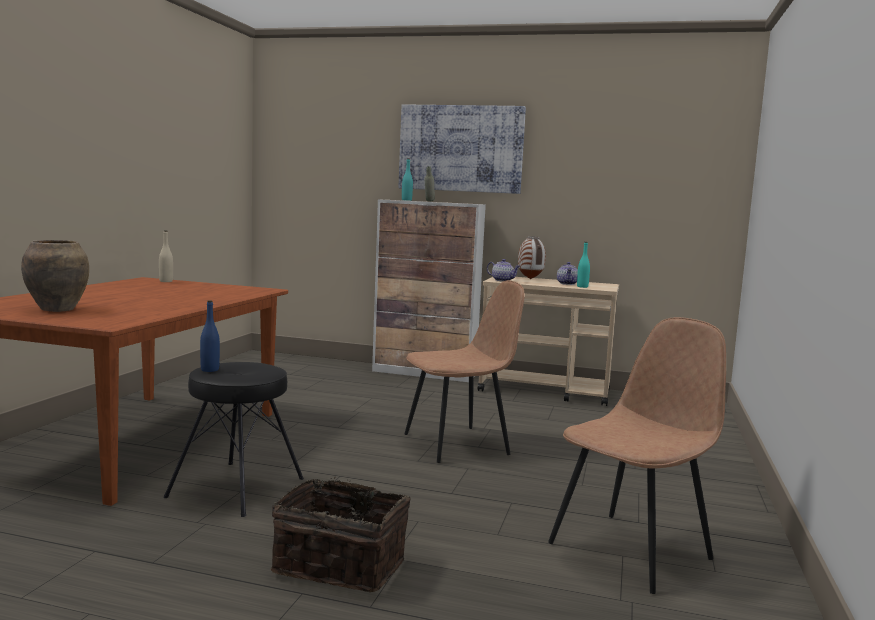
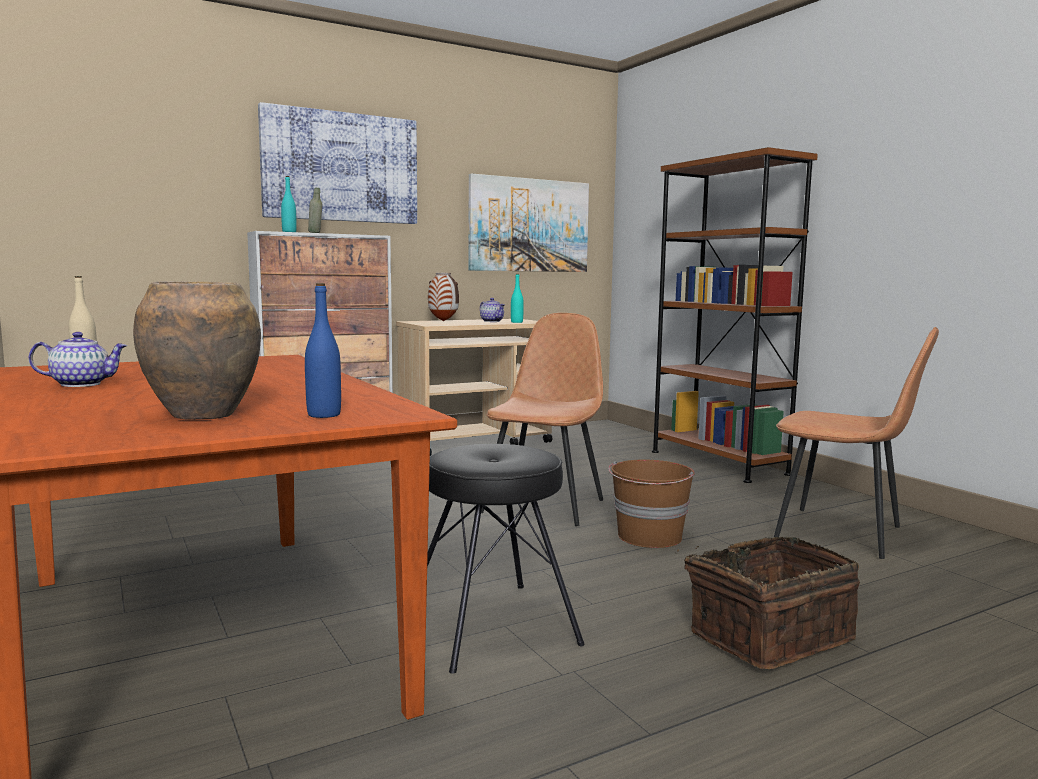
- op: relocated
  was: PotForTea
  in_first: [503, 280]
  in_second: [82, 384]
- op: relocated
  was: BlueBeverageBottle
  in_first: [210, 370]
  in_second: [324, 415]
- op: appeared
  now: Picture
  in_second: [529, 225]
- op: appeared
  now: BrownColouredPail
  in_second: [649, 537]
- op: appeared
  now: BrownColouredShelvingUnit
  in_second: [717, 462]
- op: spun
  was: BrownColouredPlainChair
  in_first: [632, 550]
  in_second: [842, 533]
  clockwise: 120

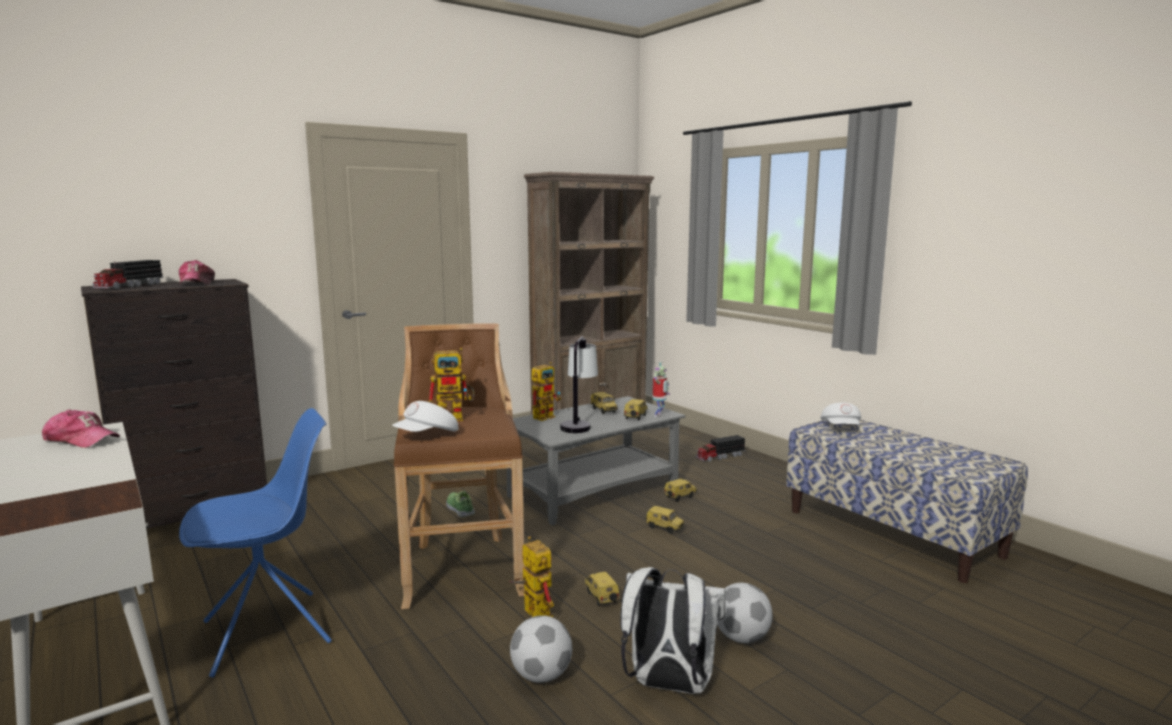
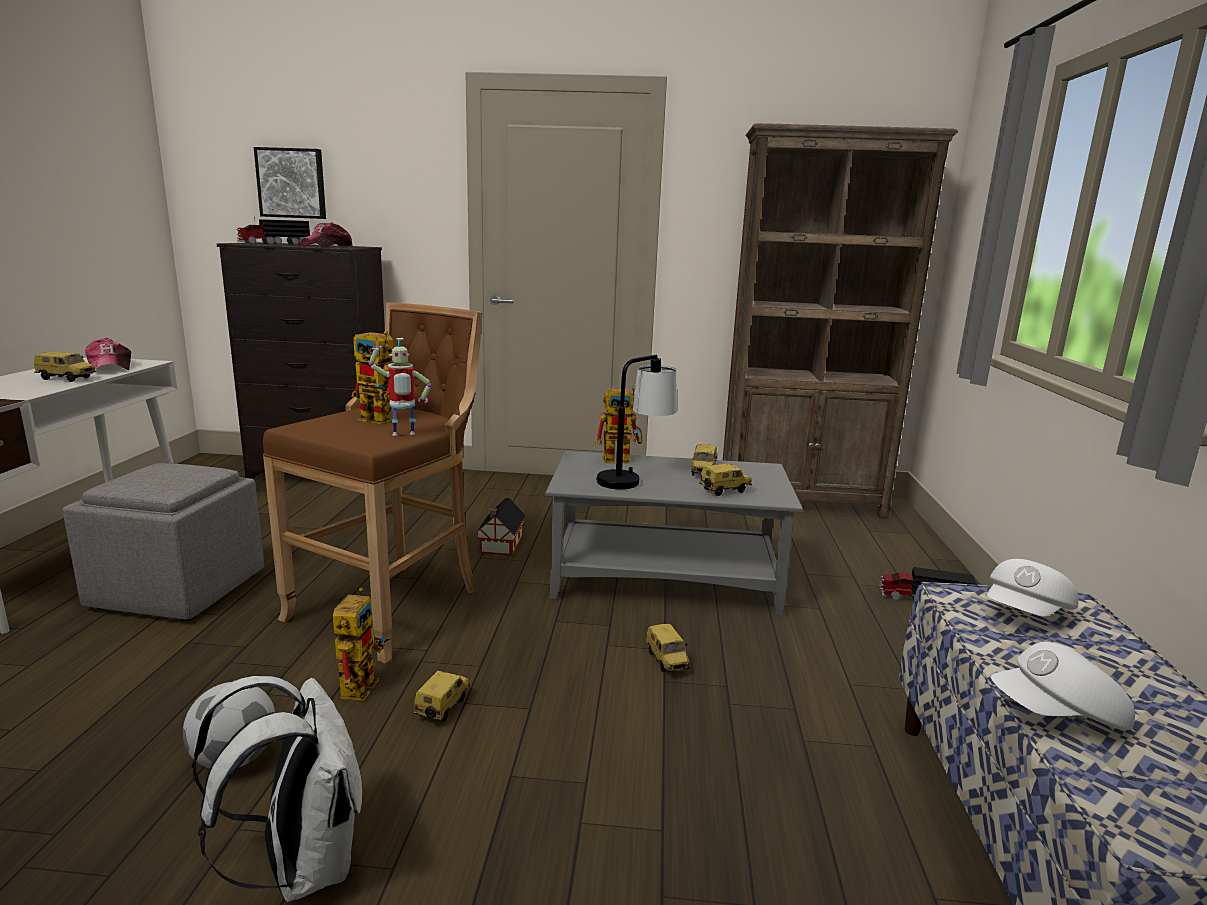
- op: relocated
  was: MiniatureCar
  in_first: [680, 497]
  in_second: [68, 379]
- op: exchanged
  was: BluePlainChair
  now: GreyPouffe
  in_first: [269, 631]
  in_second: [179, 590]
- op: appeared
  now: Picture
  in_second: [292, 183]
- op: relocated
  was: RobotFigure
  in_first: [659, 415]
  in_second: [403, 435]
- op: exchanged
  was: Shoe
  now: MiniatureHouse
  in_first: [460, 509]
  in_second: [500, 544]
- op: relocated
  was: WhitePeakedCap
  in_first: [427, 436]
  in_second: [1058, 716]
- op: missing
  was: BallForFootball
  in_first: [742, 638]

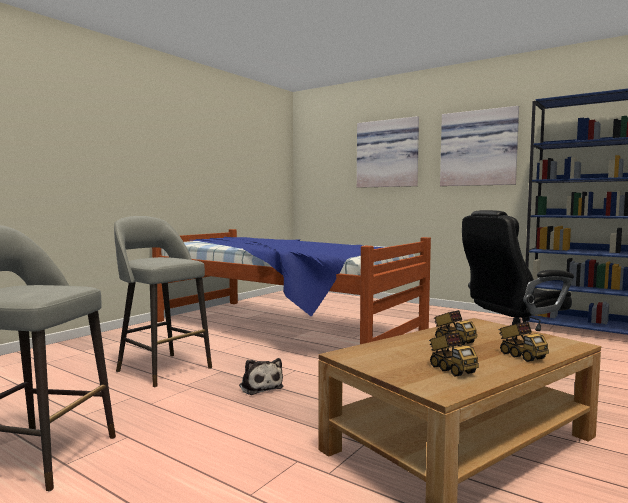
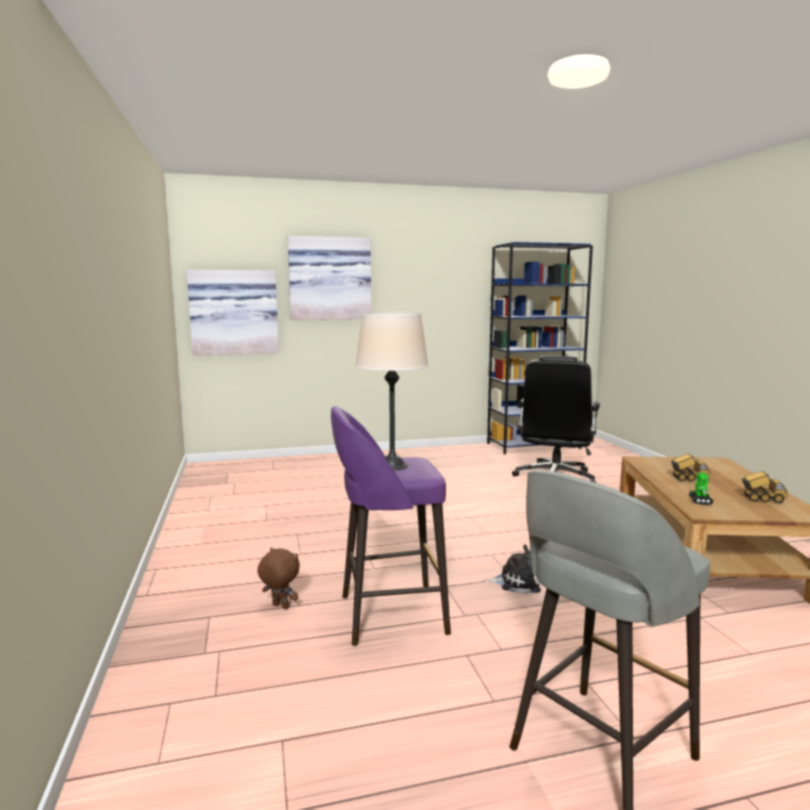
- op: relocated
  was: Picture
  in_first: [478, 148]
  in_second: [234, 312]
- op: appeared
  now: BrownColouredCuddlyToy
  in_second: [279, 606]
- op: colour
  was: GreyStool
  now: PurpleStool
  in_first: [162, 369]
  in_second: [388, 615]
- op: appeared
  now: BeigeColouredLampForATable
  in_second: [392, 465]
- op: appeared
  now: RobotFigure
  in_second: [700, 501]
- op: missing
  was: BedroomBed
  in_first: [283, 328]
- op: missing
  was: ToyTruck
  in_first: [521, 356]

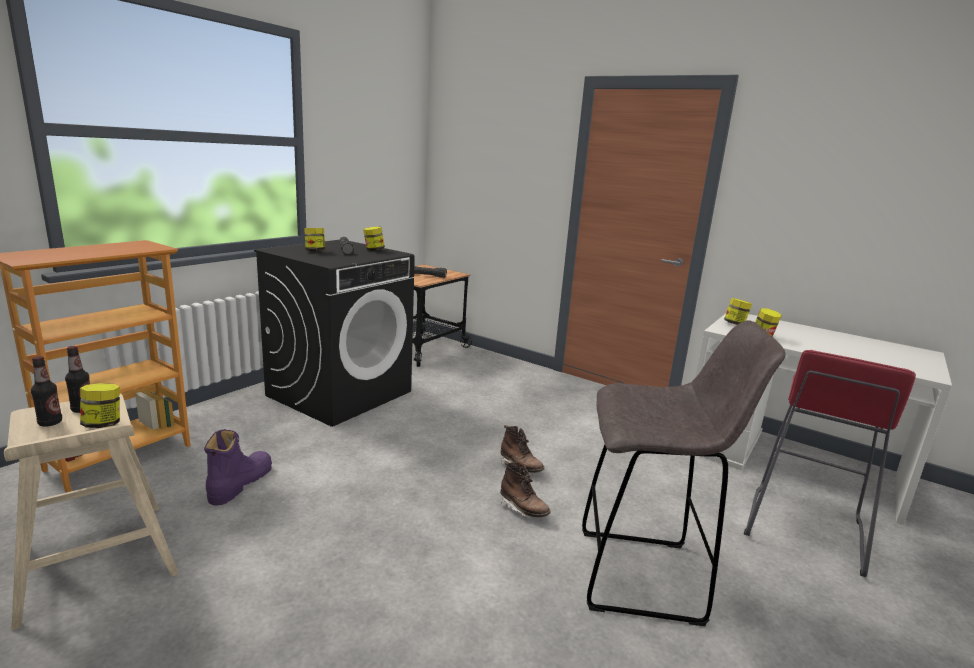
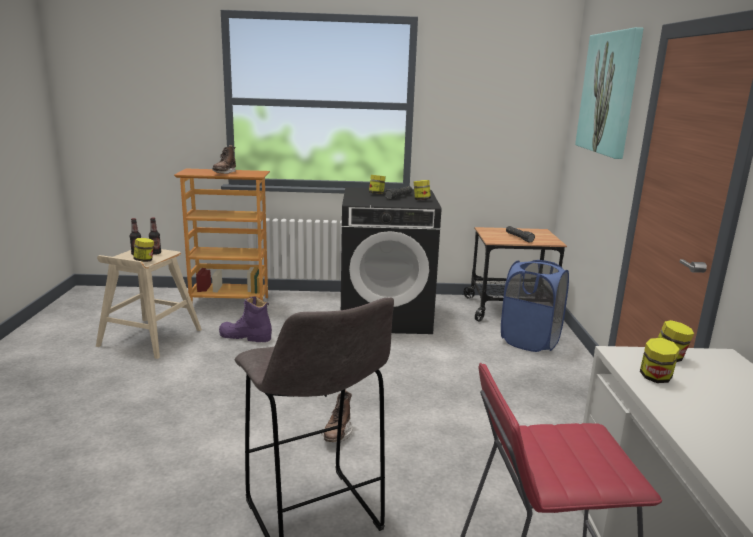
- op: relocated
  was: BrownColouredTallBoot
  in_first: [520, 467]
  in_second: [224, 173]
- op: spun
  was: PurpleTallBoot
  in_first: [240, 483]
  in_second: [245, 337]
  clockwise: -150
- op: appeared
  now: BlueLaundryBasket
  in_second: [530, 341]
- op: appeared
  now: Picture
  in_second: [609, 93]

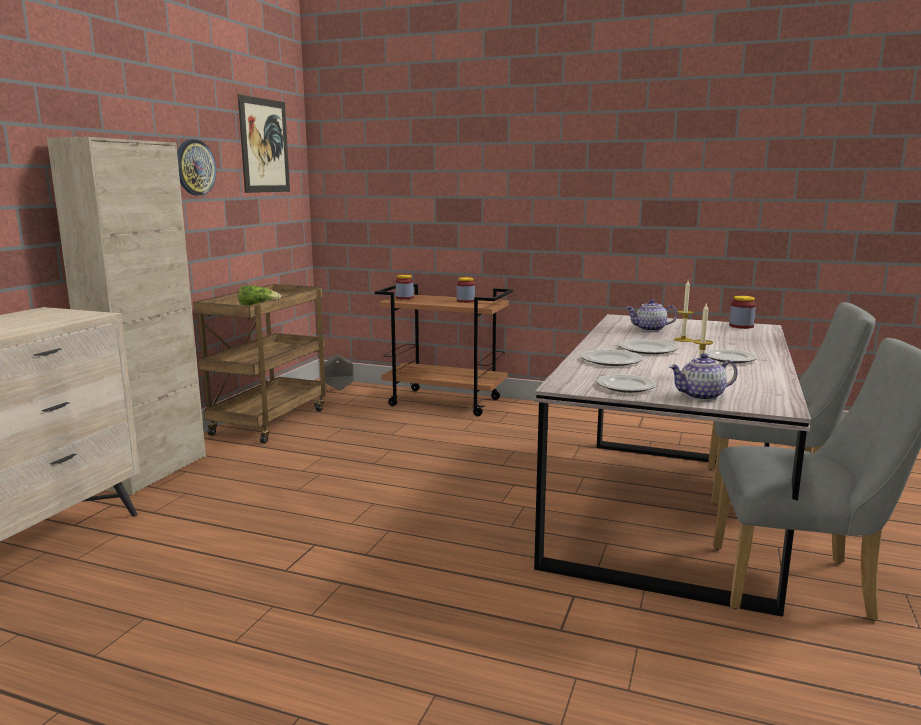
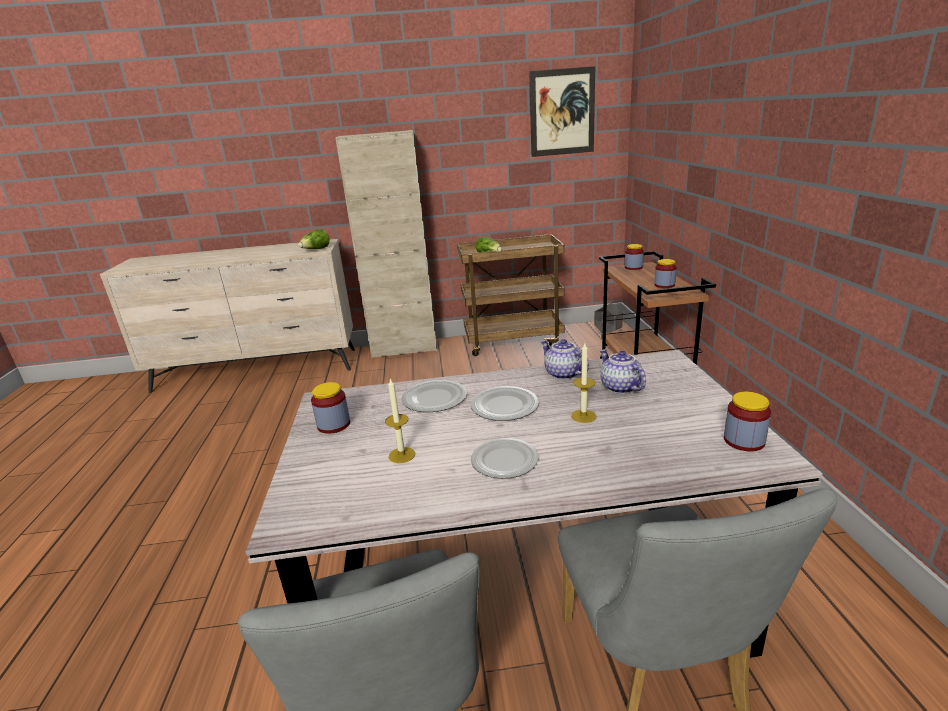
- op: appeared
  now: LettuceHead
  in_second: [316, 250]
- op: exchanged
  was: Plate
  now: Jar
  in_first: [625, 386]
  in_second: [334, 425]
- op: relocated
  was: PotForTea
  in_first: [701, 396]
  in_second: [562, 374]
- op: missing
  was: WallClock
  in_first: [194, 167]

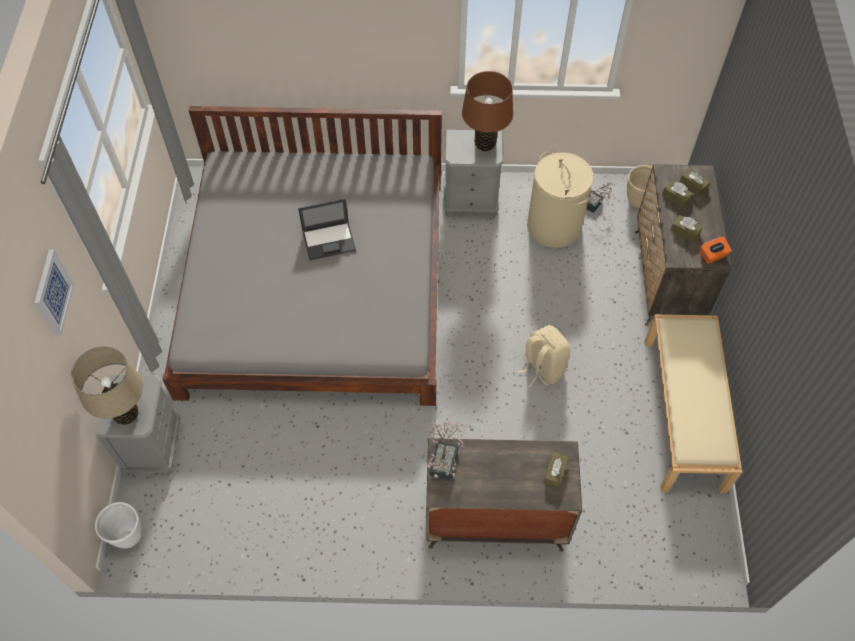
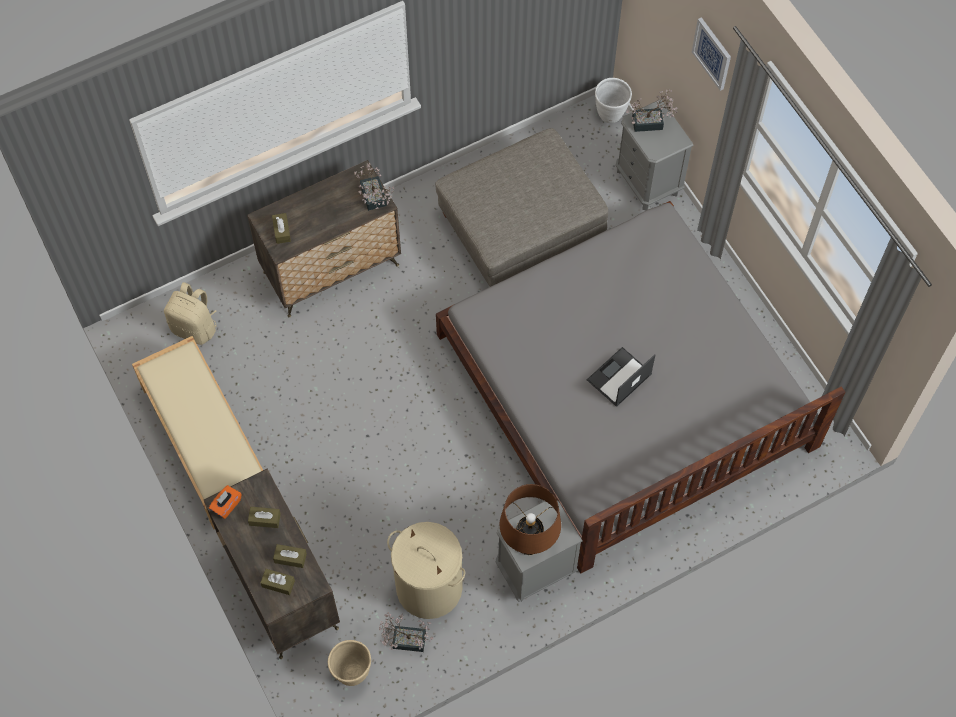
- op: relocated
  was: BeigeColouredRucksack
  in_first: [541, 368]
  in_second: [195, 328]
- op: appeared
  now: GreyPouffe
  in_second: [520, 228]
- op: exchanged
  was: BeigeColouredLampForATable
  now: PlantInAPot
  in_first: [126, 414]
  in_second: [651, 123]

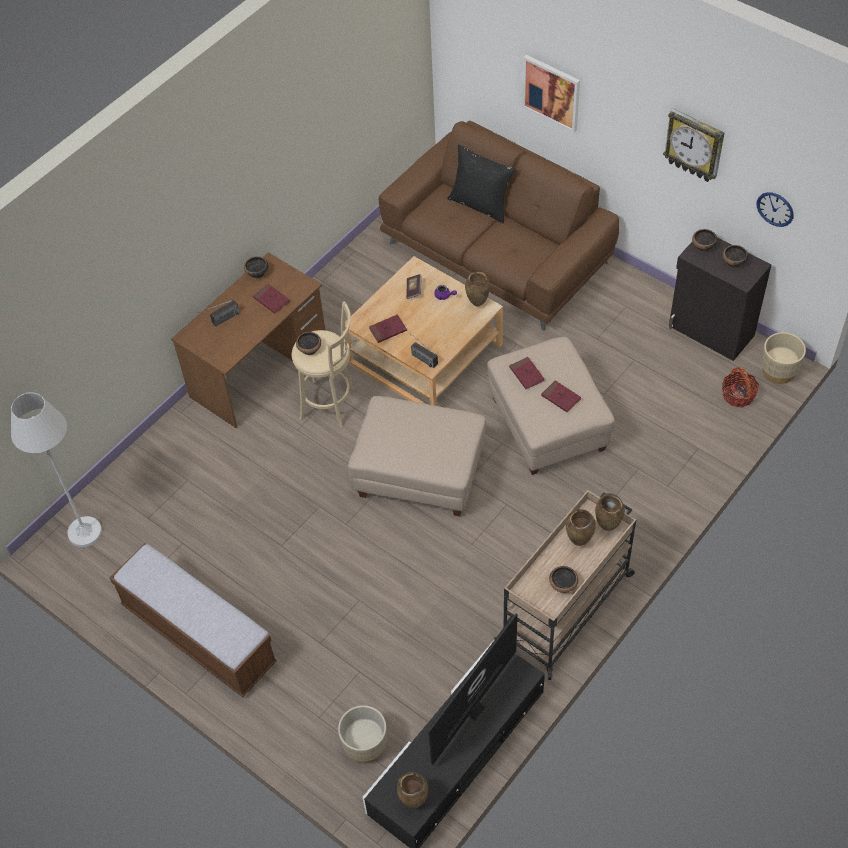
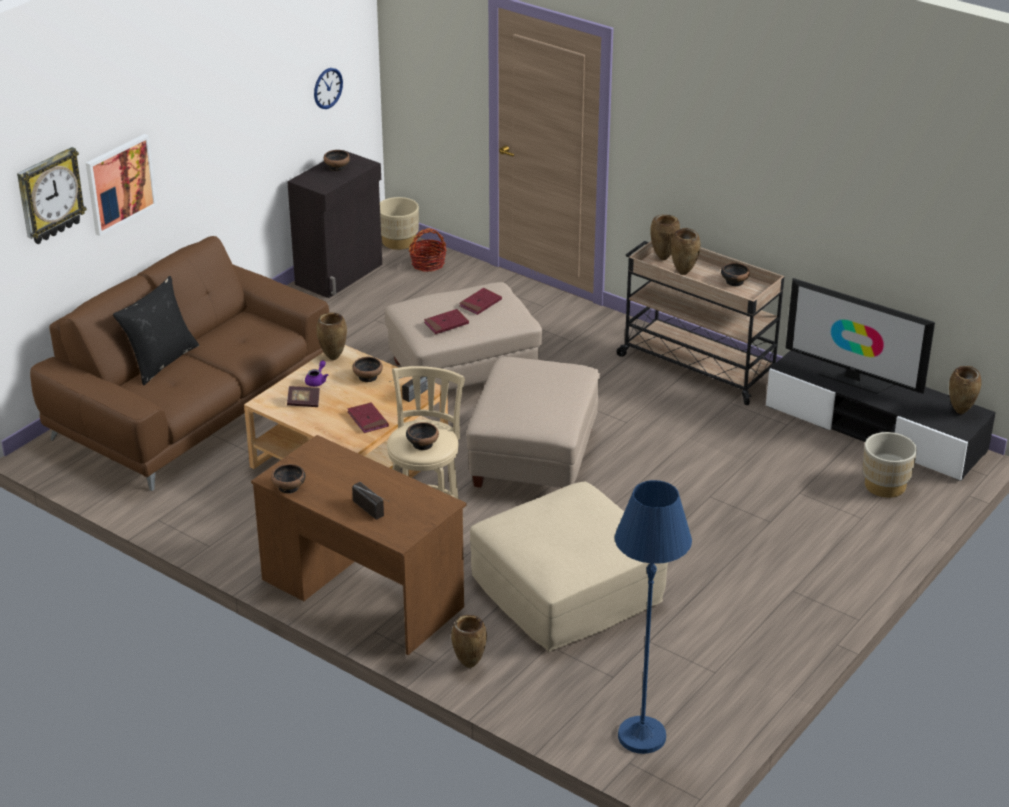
- op: relocated
  was: WallClock
  in_first: [694, 145]
  in_second: [50, 196]
- op: relocated
  was: DeepDish
  in_first: [703, 246]
  in_second: [368, 377]
- op: appeared
  now: BrownColouredVase
  in_second: [468, 665]
- op: appeared
  now: BeigeColouredPouffe
  in_second: [566, 590]
- op: colour
  was: WhiteStandardLamp
  now: BlueStandardLamp
  in_first: [85, 532]
  in_second: [642, 736]
- op: missing
  was: LongSeat
  in_first: [198, 634]
- op: missing
  was: RedColouredBook
  in_first: [271, 300]

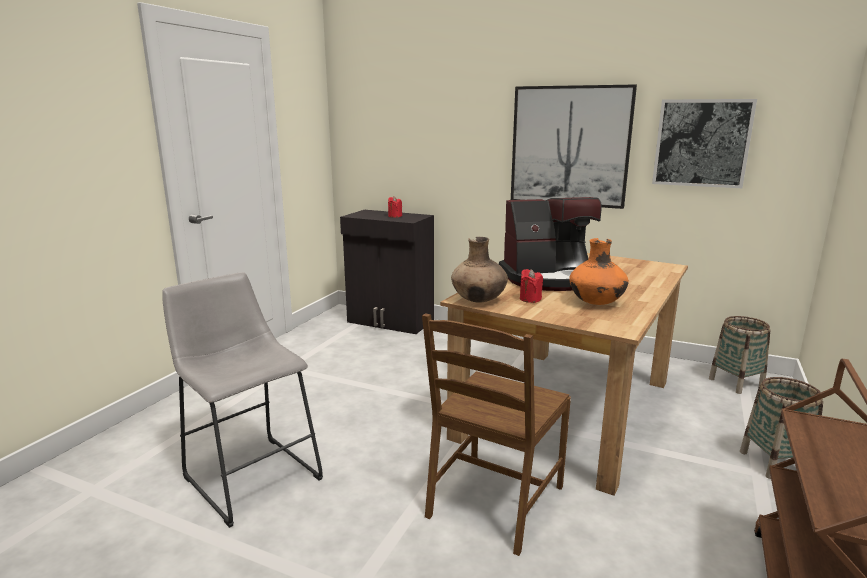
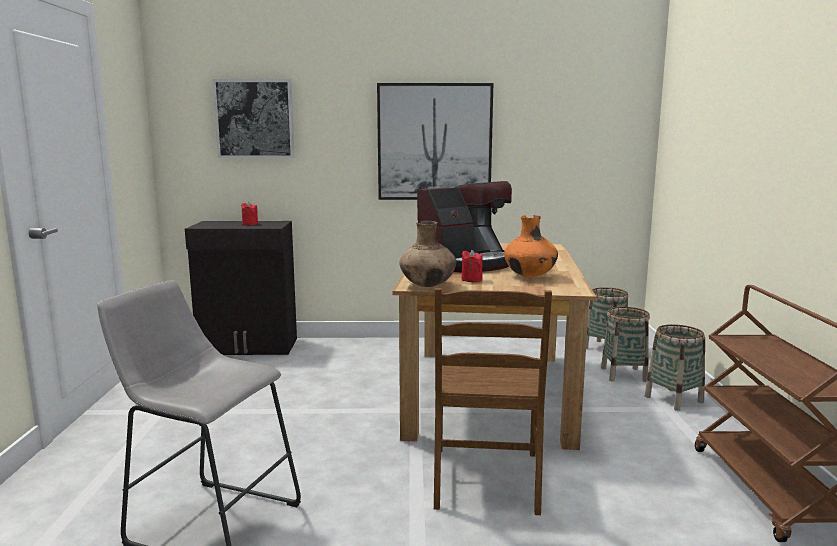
- op: relocated
  was: Picture
  in_first: [701, 143]
  in_second: [254, 119]
- op: appeared
  now: Basket
  in_second: [623, 374]

